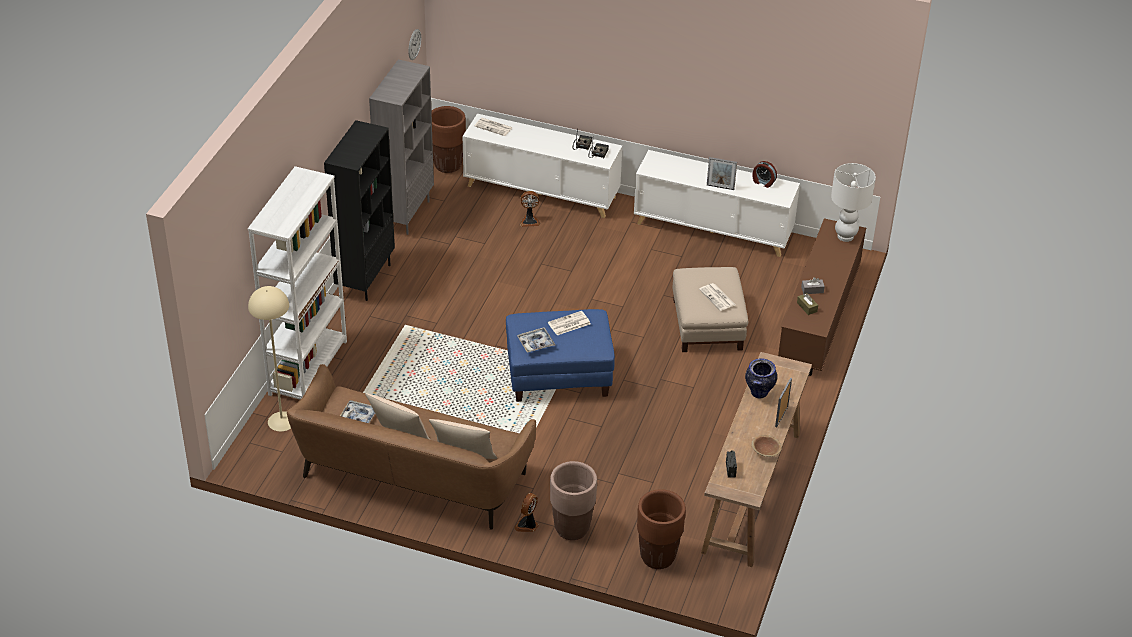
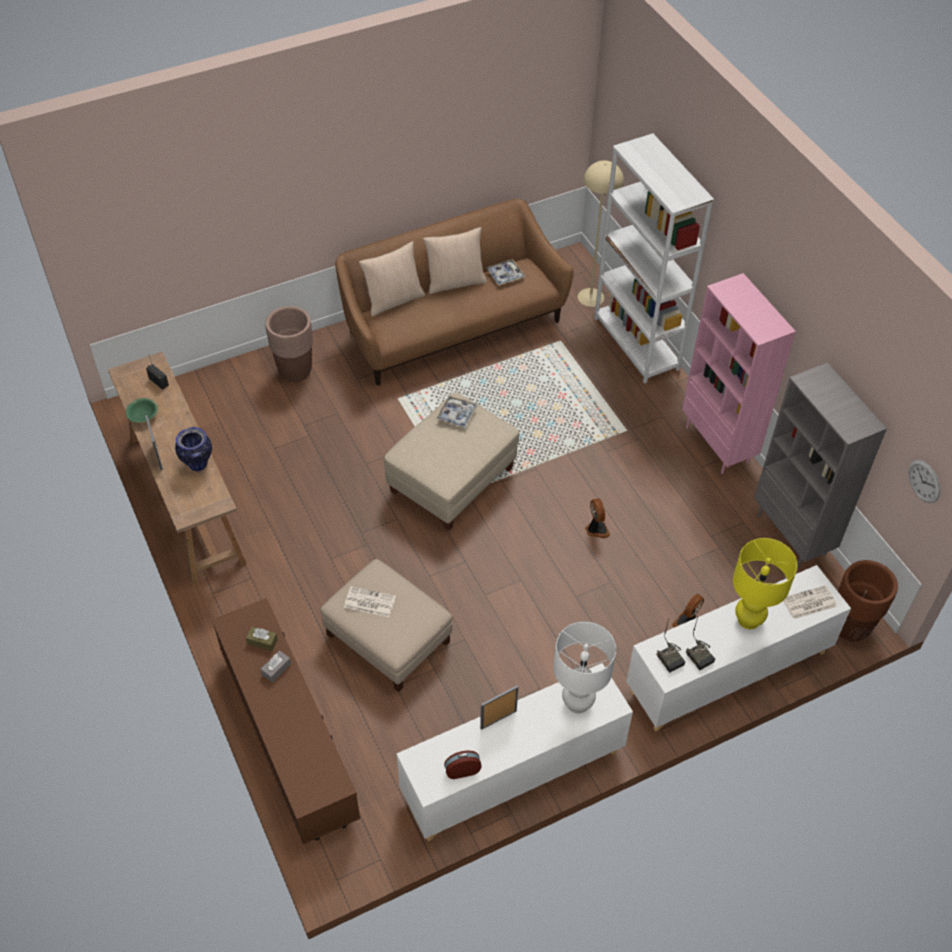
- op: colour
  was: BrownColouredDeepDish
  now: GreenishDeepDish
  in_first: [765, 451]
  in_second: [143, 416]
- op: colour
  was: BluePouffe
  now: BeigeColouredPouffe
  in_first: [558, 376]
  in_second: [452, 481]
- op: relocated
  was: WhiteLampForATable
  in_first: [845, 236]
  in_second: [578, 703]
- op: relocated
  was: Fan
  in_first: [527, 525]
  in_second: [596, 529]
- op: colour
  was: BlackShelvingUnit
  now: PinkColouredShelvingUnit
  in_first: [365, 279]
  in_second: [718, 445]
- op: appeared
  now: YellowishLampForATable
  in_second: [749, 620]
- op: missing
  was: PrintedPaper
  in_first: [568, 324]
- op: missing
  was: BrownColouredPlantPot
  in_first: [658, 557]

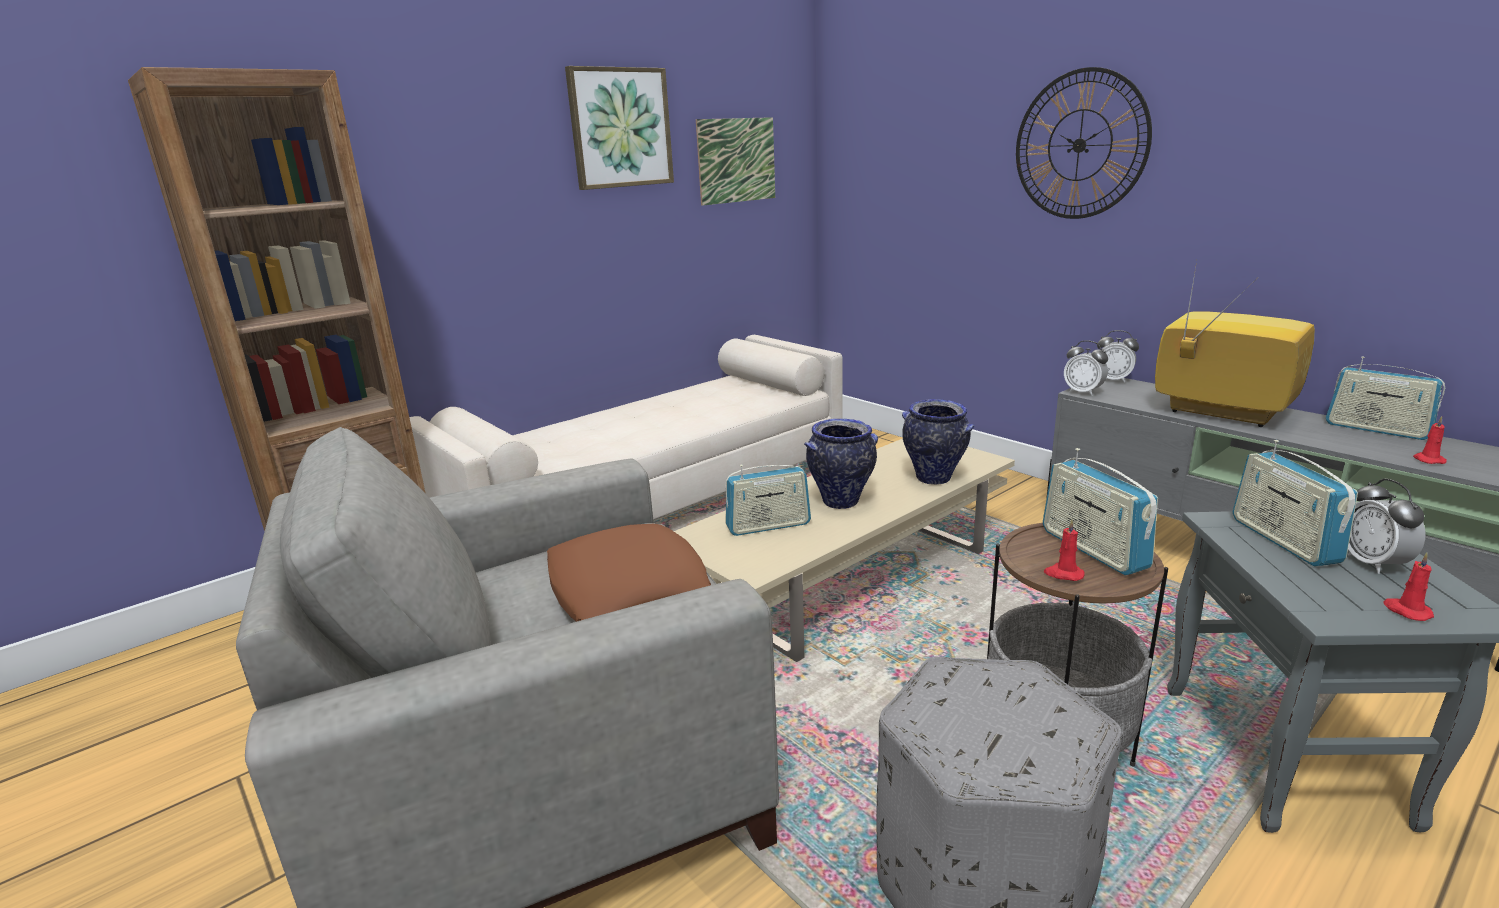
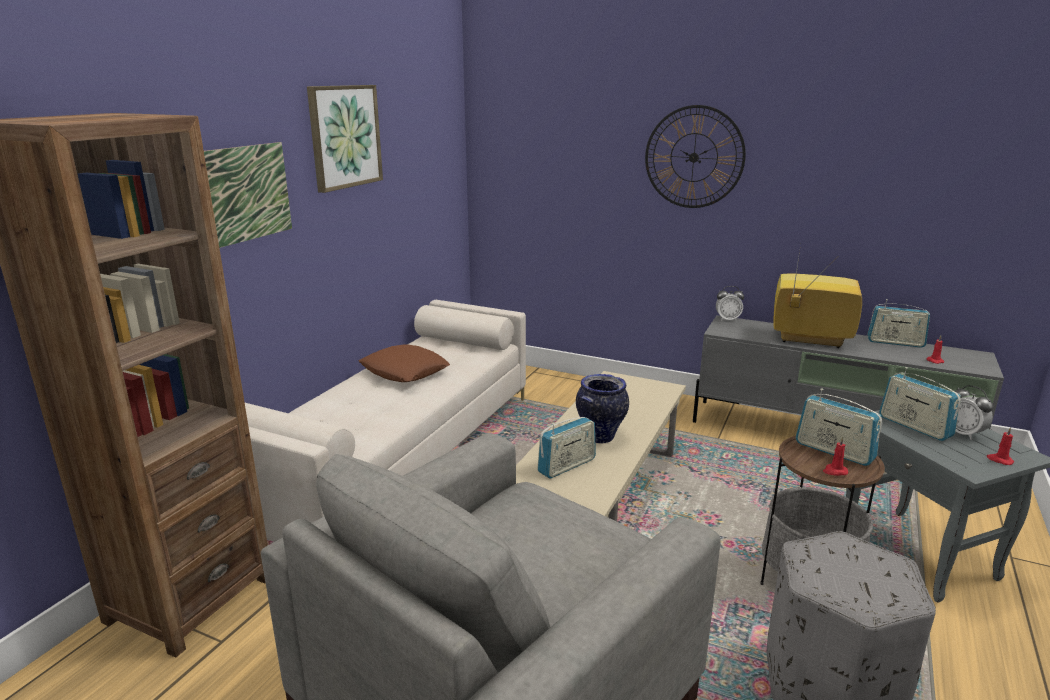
- op: relocated
  was: Picture
  in_first: [736, 160]
  in_second: [244, 193]
- op: relocated
  was: BrownColouredThrowPillow
  in_first: [627, 588]
  in_second: [404, 371]
- op: missing
  was: Vase
  in_first: [934, 478]
- op: missing
  was: TableClock
  in_first: [1083, 392]

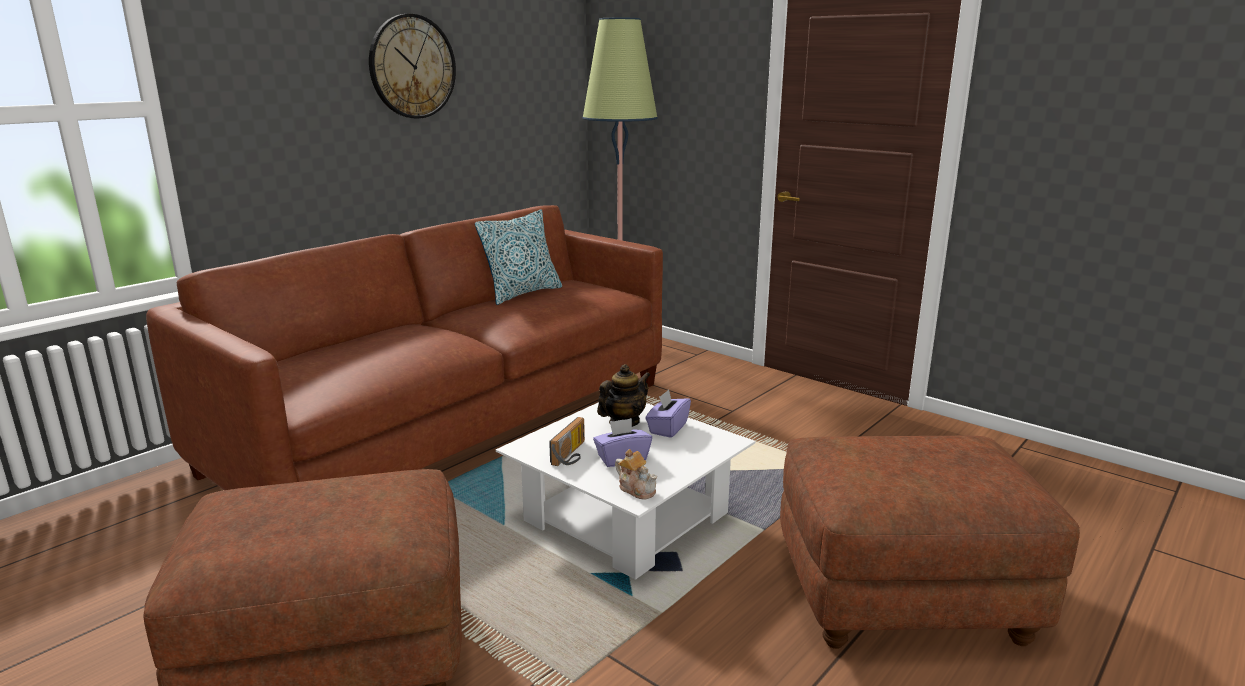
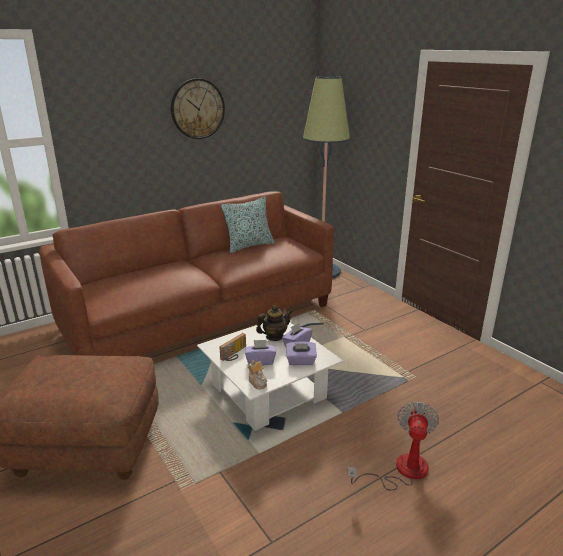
- op: appeared
  now: PurpleTissueHolder
  in_second: [301, 361]
- op: exchanged
  was: BrownColouredPouffe
  now: Fan
  in_first: [902, 597]
  in_second: [401, 470]

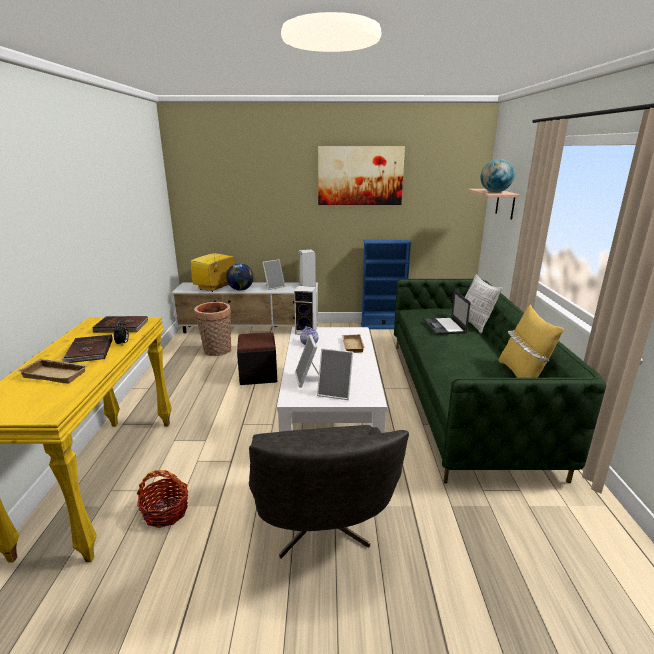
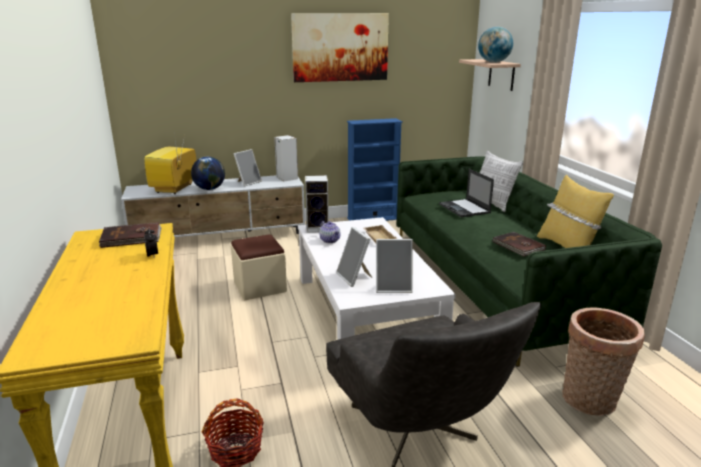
- op: colour
  was: BlackPouffe
  now: BeigeColouredPouffe
  in_first: [258, 375]
  in_second: [260, 287]
- op: relocated
  was: BrownColouredBook
  in_first: [89, 351]
  in_second: [518, 246]
- op: relocated
  was: Basket
  in_first: [217, 352]
  in_second: [591, 402]
- op: missing
  was: BeigeColouredServingTray
  in_first: [57, 374]

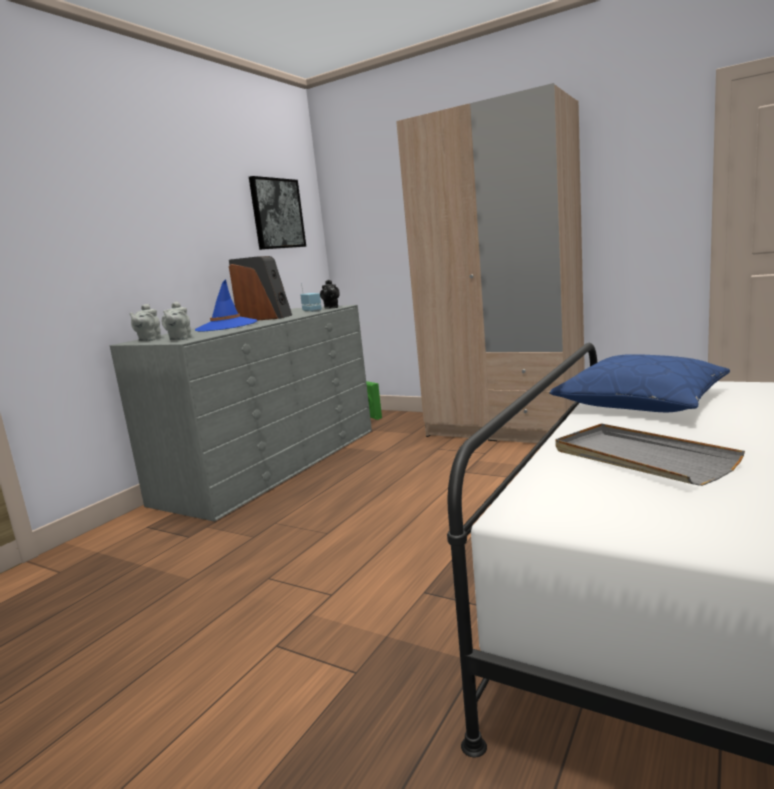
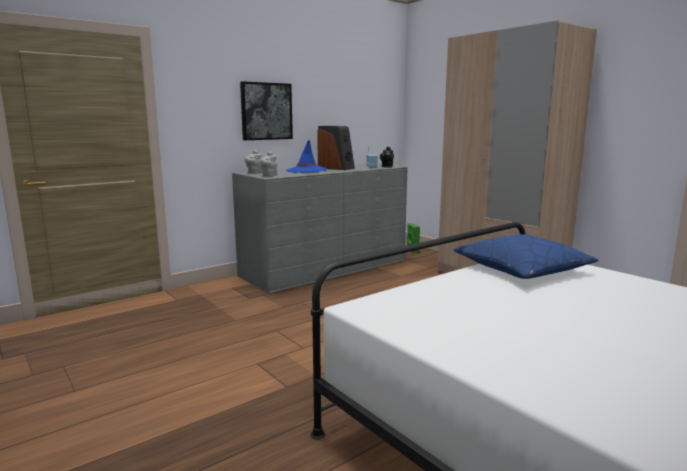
- op: relocated
  was: Picture
  in_first: [277, 213]
  in_second: [266, 111]
- op: missing
  was: GreyServingTray
  in_first: [640, 458]

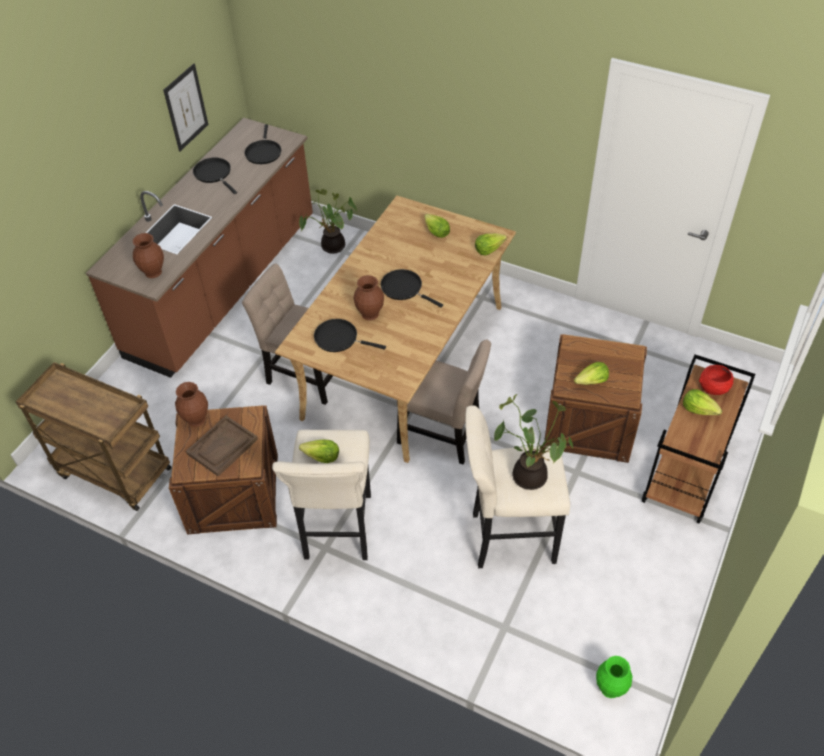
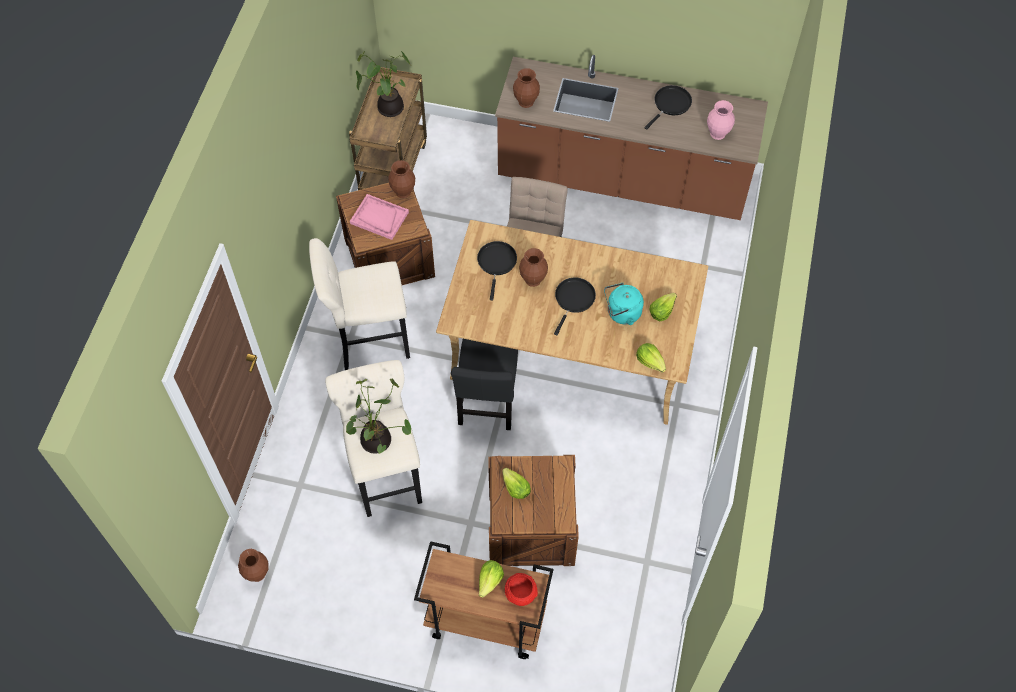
- op: colour
  was: GreenishVase
  now: BrownColouredVase
  in_first: [609, 688]
  in_second: [257, 573]
- op: colour
  was: BrownColouredServingTray
  now: PinkColouredServingTray
  in_first: [222, 447]
  in_second: [379, 218]
- op: relocated
  was: PlantInAPot
  in_first: [332, 248]
  in_second: [388, 107]
- op: colour
  was: BeigeColouredPlainChair
  now: BlackPlainChair
  in_first: [443, 435]
  in_second: [487, 402]
- op: appeared
  now: TurquoiseWaterKettle
  in_second: [621, 313]
- op: exchanged
  was: BlackFryingPan
  now: PinkColouredVase
  in_first: [263, 152]
  in_second: [717, 133]
- op: missing
  was: Picture
  in_first: [186, 107]
- op: missing
  was: LettuceHead
  in_first: [321, 457]

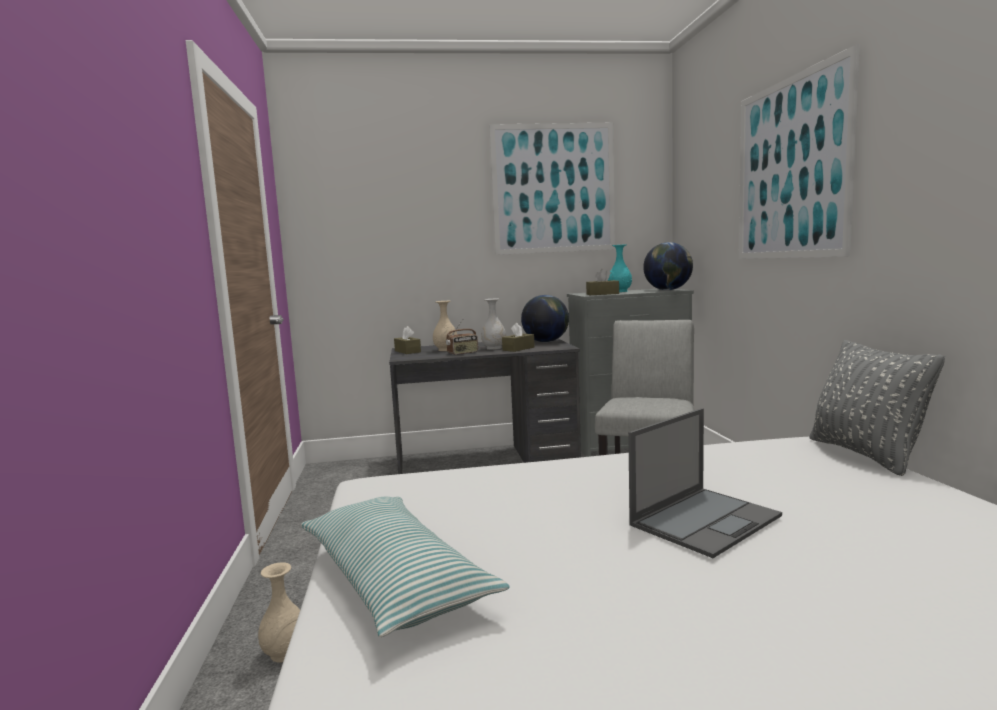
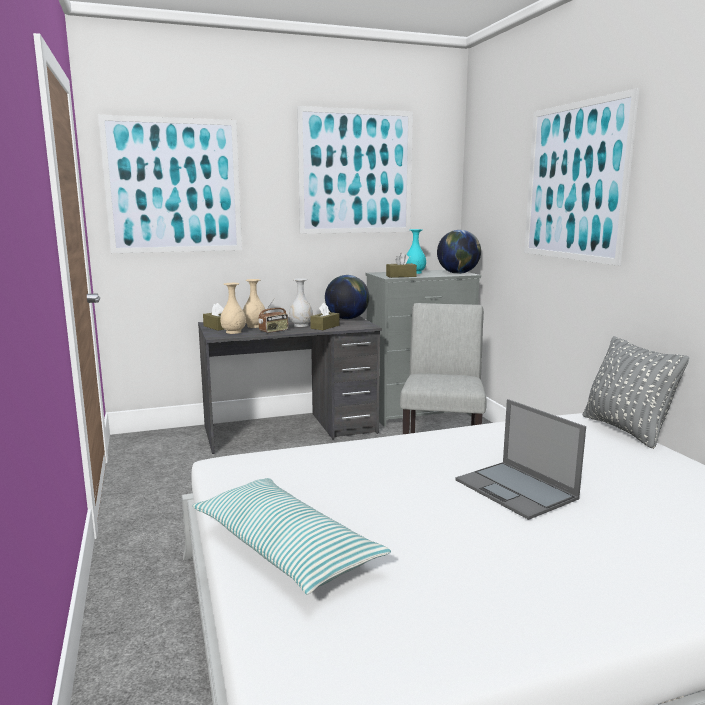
- op: appeared
  now: Picture
  in_second: [174, 186]
- op: relocated
  was: BeigeColouredVase
  in_first: [285, 653]
  in_second: [234, 332]
- op: spun
  was: NotebookComputer
  in_first: [706, 520]
  in_second: [517, 490]
  clockwise: 105

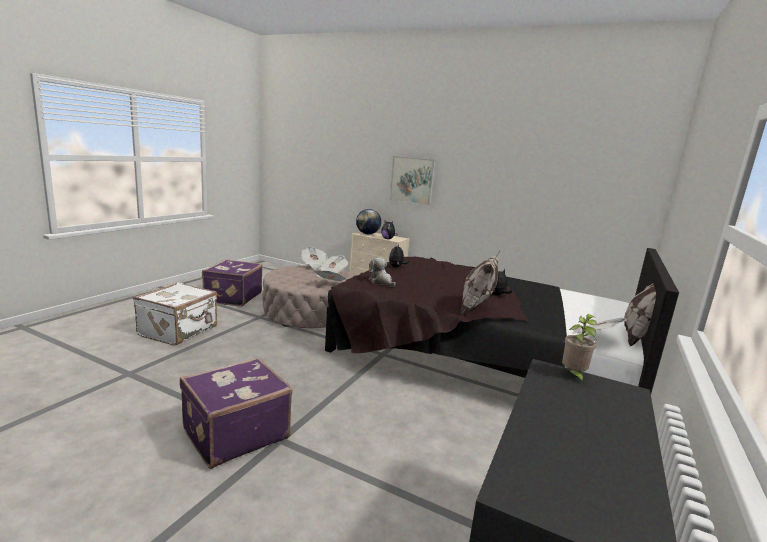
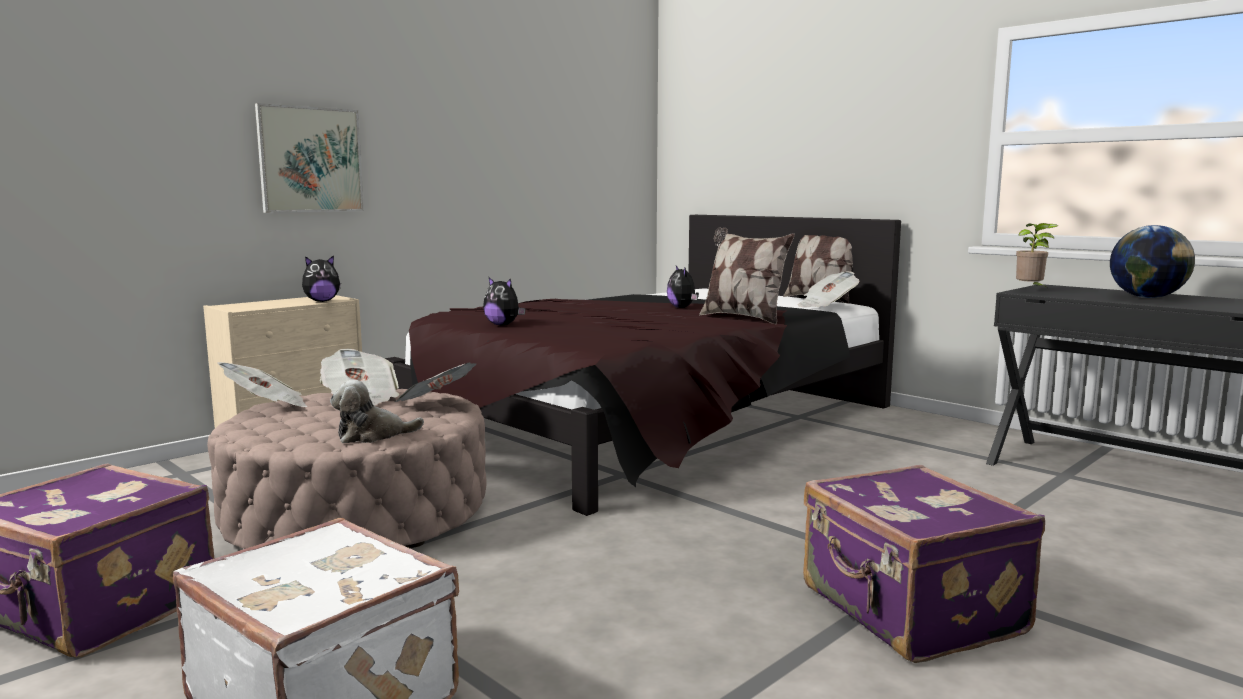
- op: relocated
  was: CuddlyToy
  in_first: [381, 282]
  in_second: [372, 435]
- op: relocated
  was: DeskGlobe
  in_first: [367, 234]
  in_second: [1147, 297]

